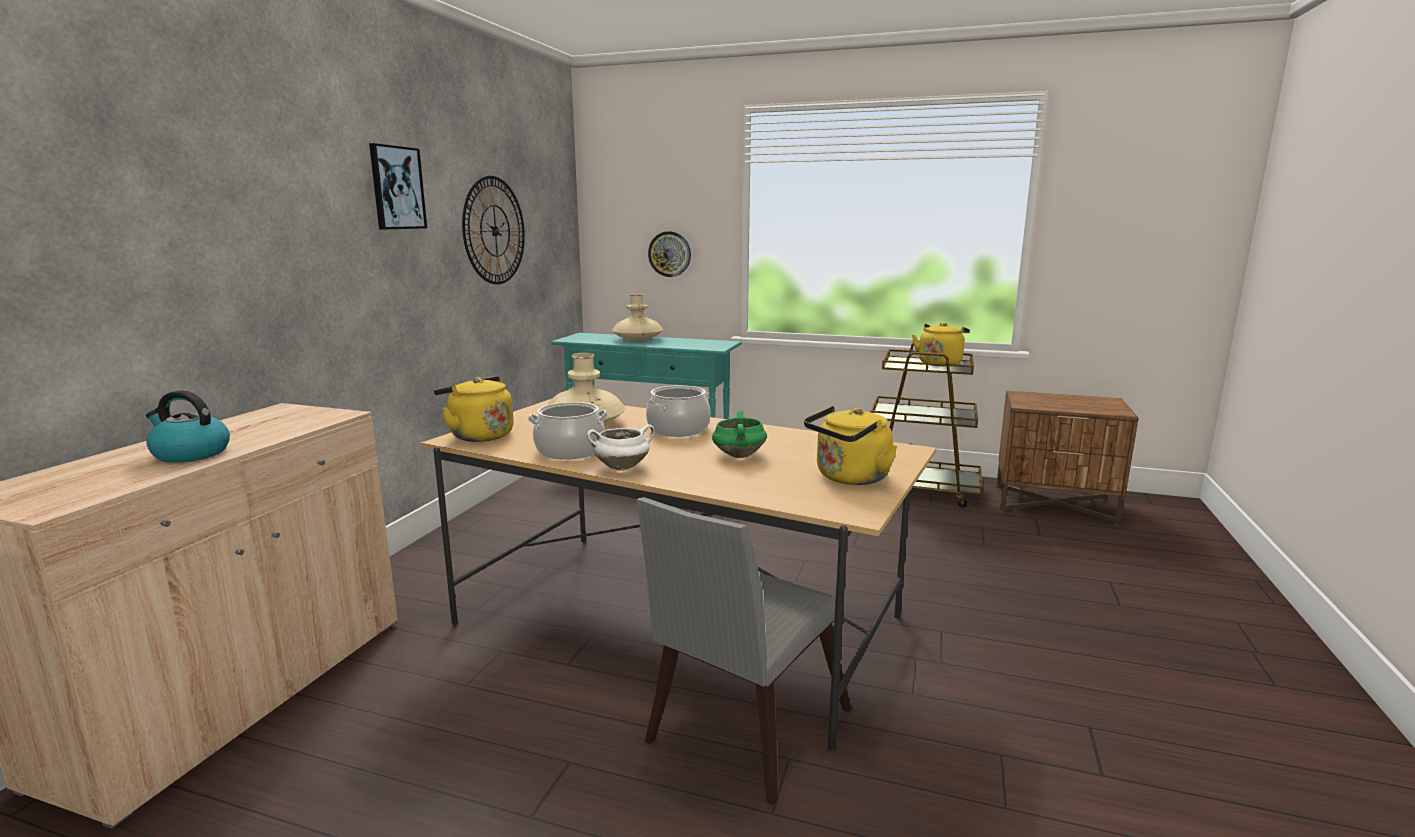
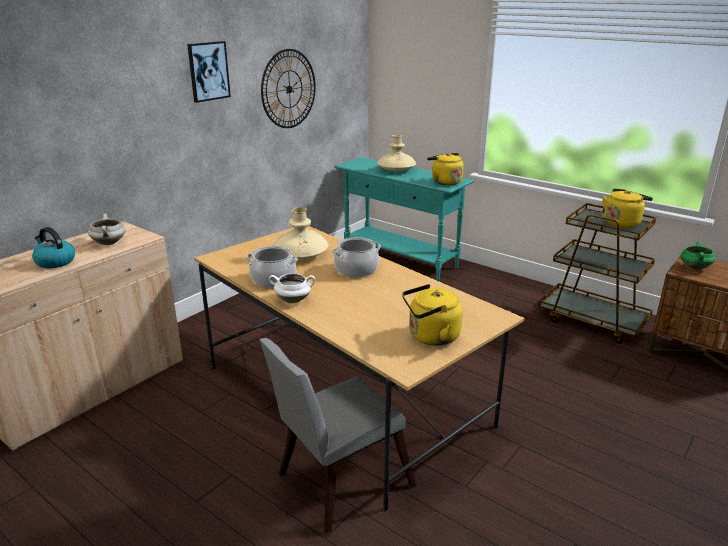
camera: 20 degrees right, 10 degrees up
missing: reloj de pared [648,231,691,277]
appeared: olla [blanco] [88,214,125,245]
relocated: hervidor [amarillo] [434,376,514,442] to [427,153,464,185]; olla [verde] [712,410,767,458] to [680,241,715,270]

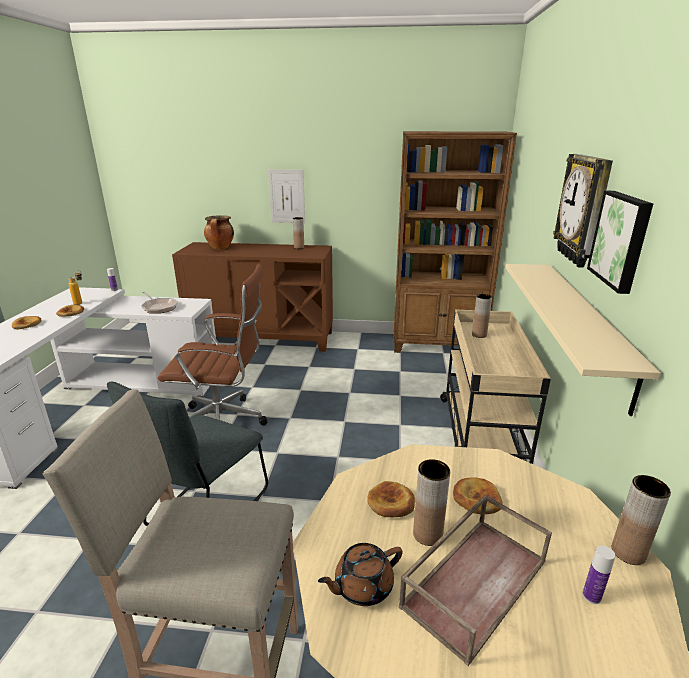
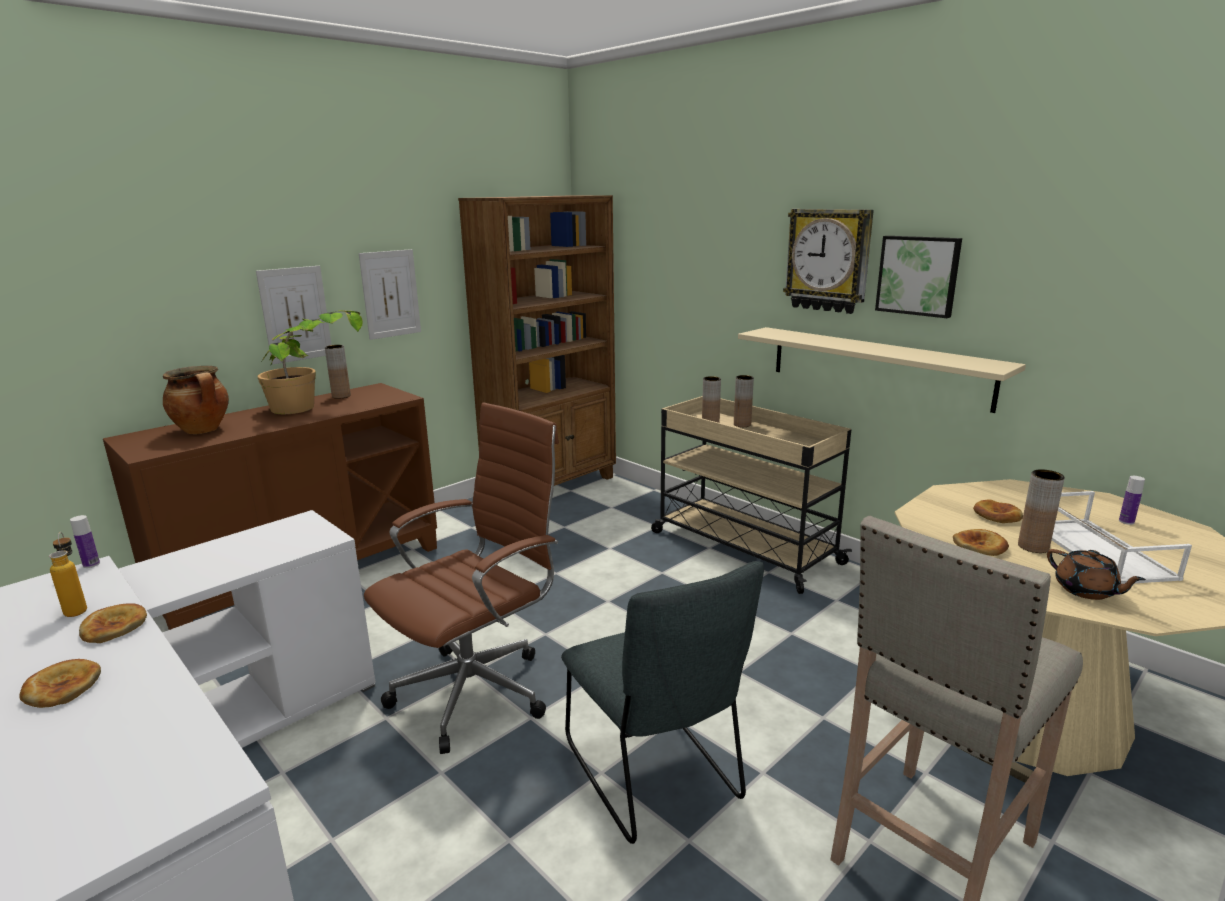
camera: 50 degrees left, 5 degrees down
missing: sartén [141,291,178,314]
appeared: planta en maceta [257,310,363,414]; cuadro [359,249,421,340]
relocated: florero [marrón] [612,475,671,565] to [734,375,754,427]
colour: bandeja [marrón] [399,494,552,666] to bandeja [blanco] [1052,491,1192,584]
spun: tetera [marrón] [318,543,403,606] = [1047,549,1146,600] 45 degrees counterclockwise

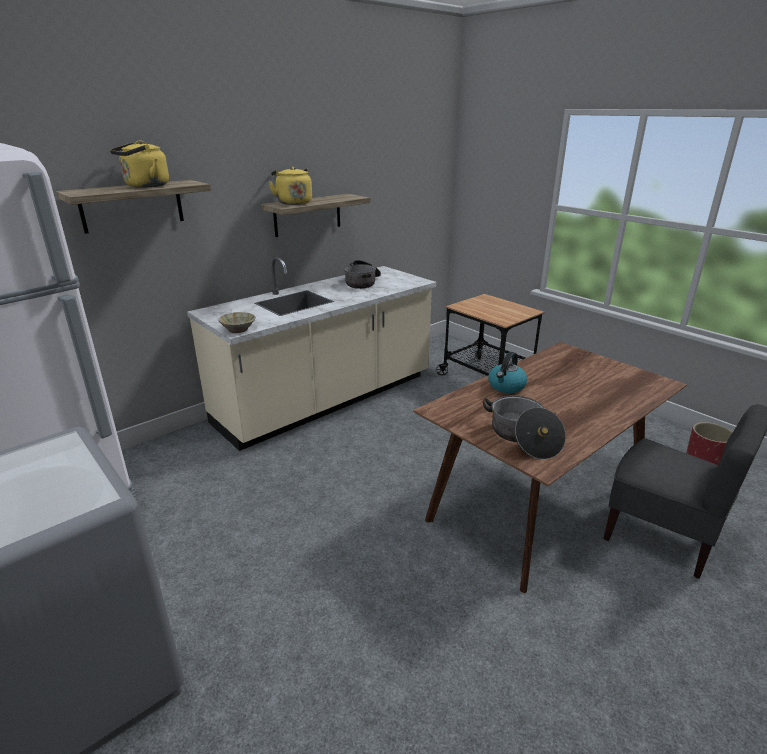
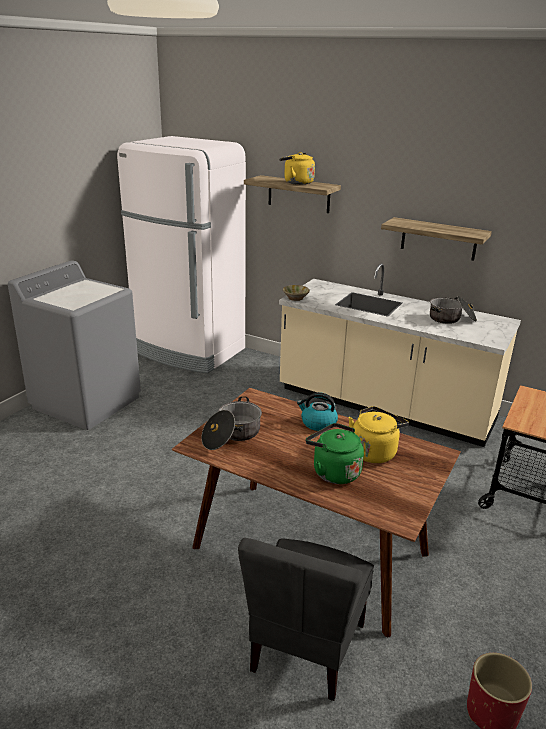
camera: 70 degrees right, 0 degrees up
appeared: hervidor [verde] [306,423,364,484]
relocated: hervidor [amarillo] [268,166,312,205] to [348,406,409,463]

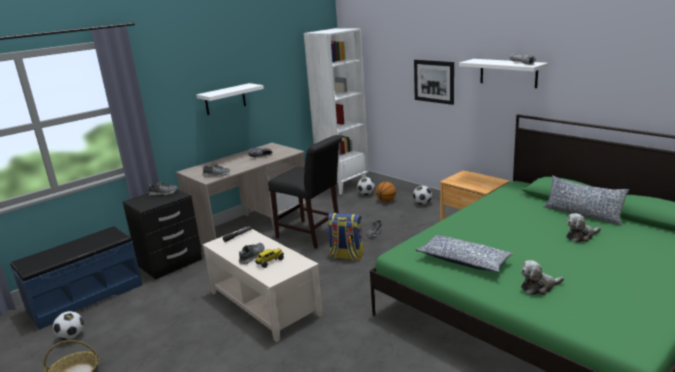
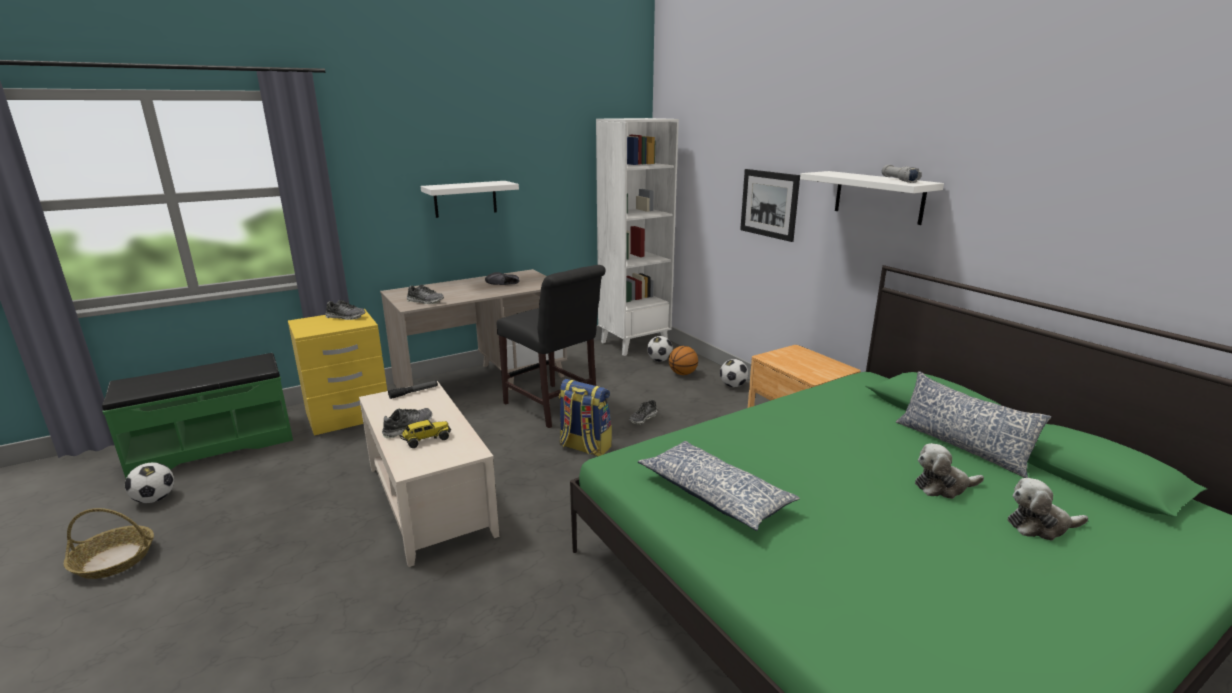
camera: 10 degrees right, 0 degrees up
relocated: peluche [521,260,564,295] to [1008,478,1088,541]
colour: banco [azul] [10,226,143,330] to banco [verde] [102,353,293,478]; mesita de noche [negro] [123,189,202,279] to mesita de noche [amarillo] [288,309,387,436]

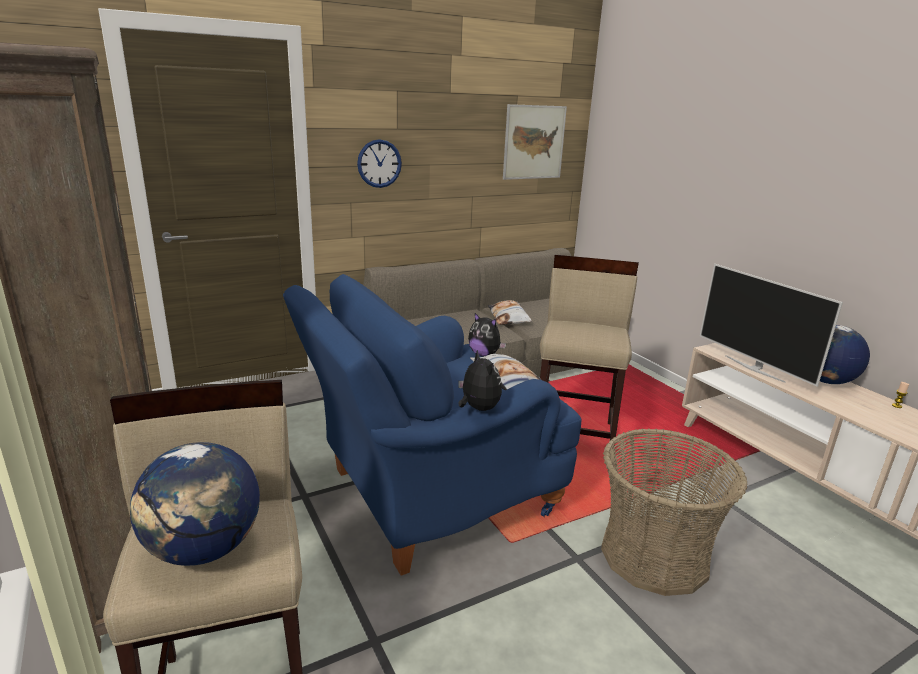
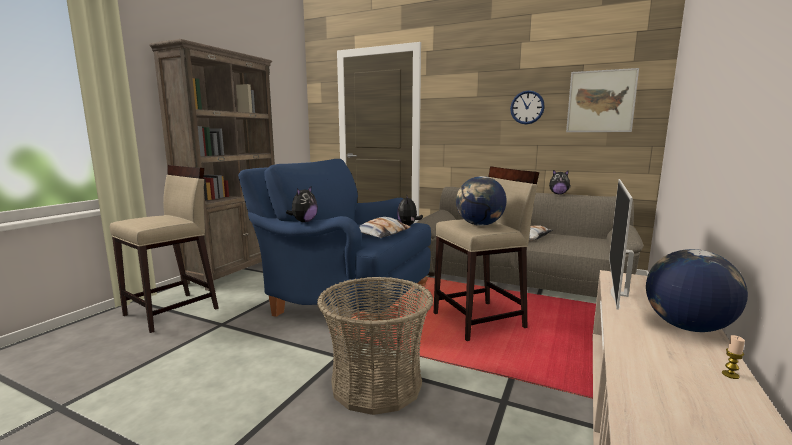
camera: 55 degrees right, 10 degrees down
appeared: peluche [549,170,571,194]
relocated: globo terráqueo [130,442,260,566] to [456,176,507,226]; reloj de pared [357,139,402,188] to [510,90,545,124]

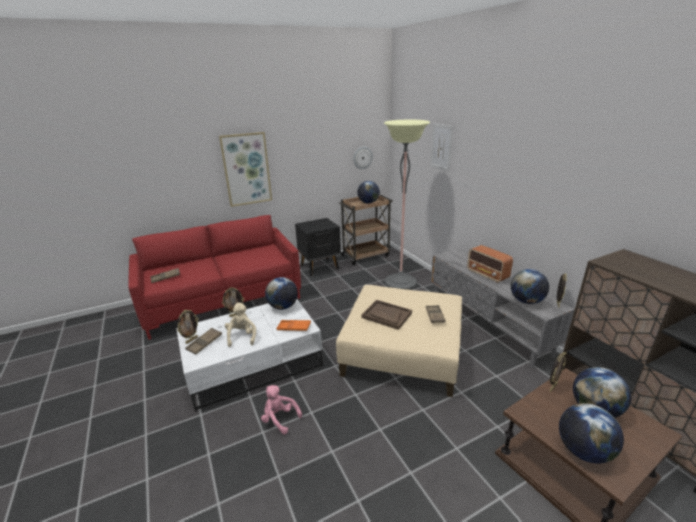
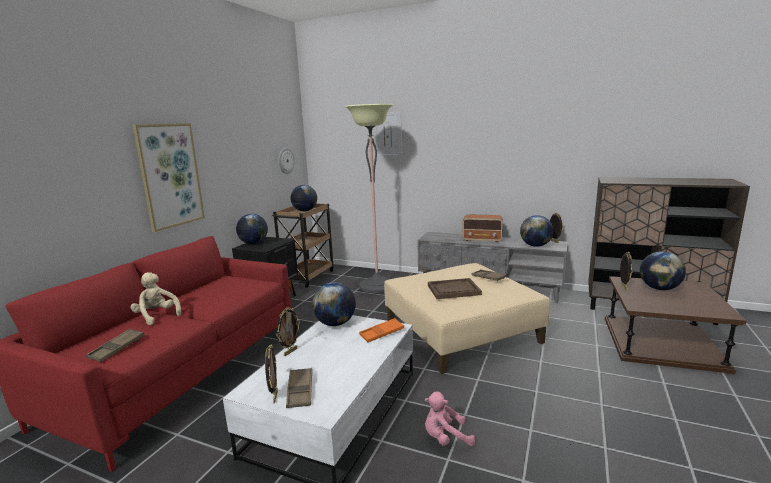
camera: 40 degrees left, 10 degrees down
relocated: peluche [beis] [225,303,256,347] to [131,272,181,325]; globo terráqueo [559,403,624,464] to [236,214,268,244]

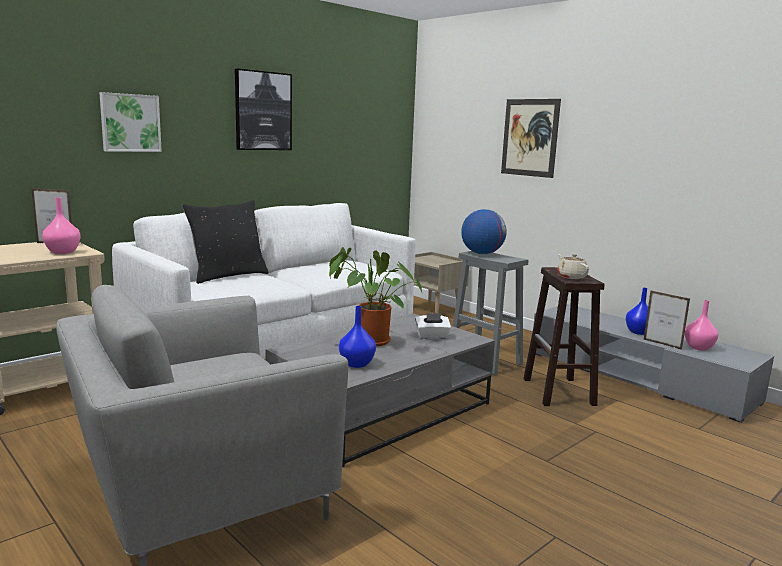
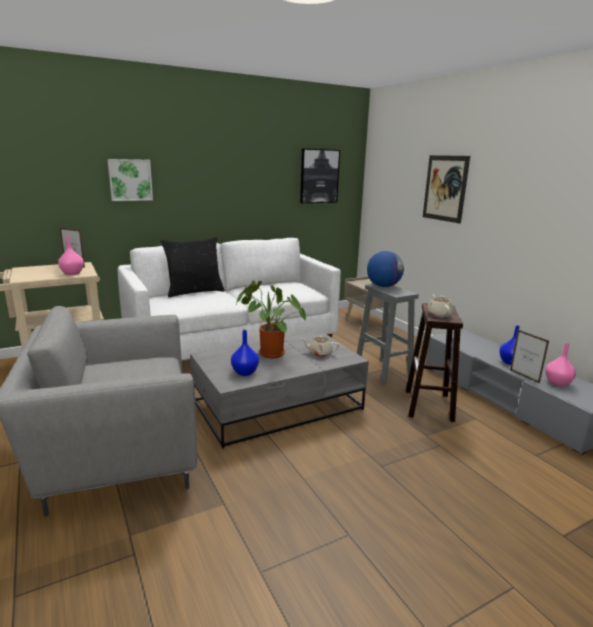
camera: 15 degrees right, 5 degrees up
relocated: cuadro [235,69,292,150] to [300,149,340,203]
exchanged: caja de pañuelos [blanco] [415,313,451,339] to tetera [beis] [301,336,339,357]

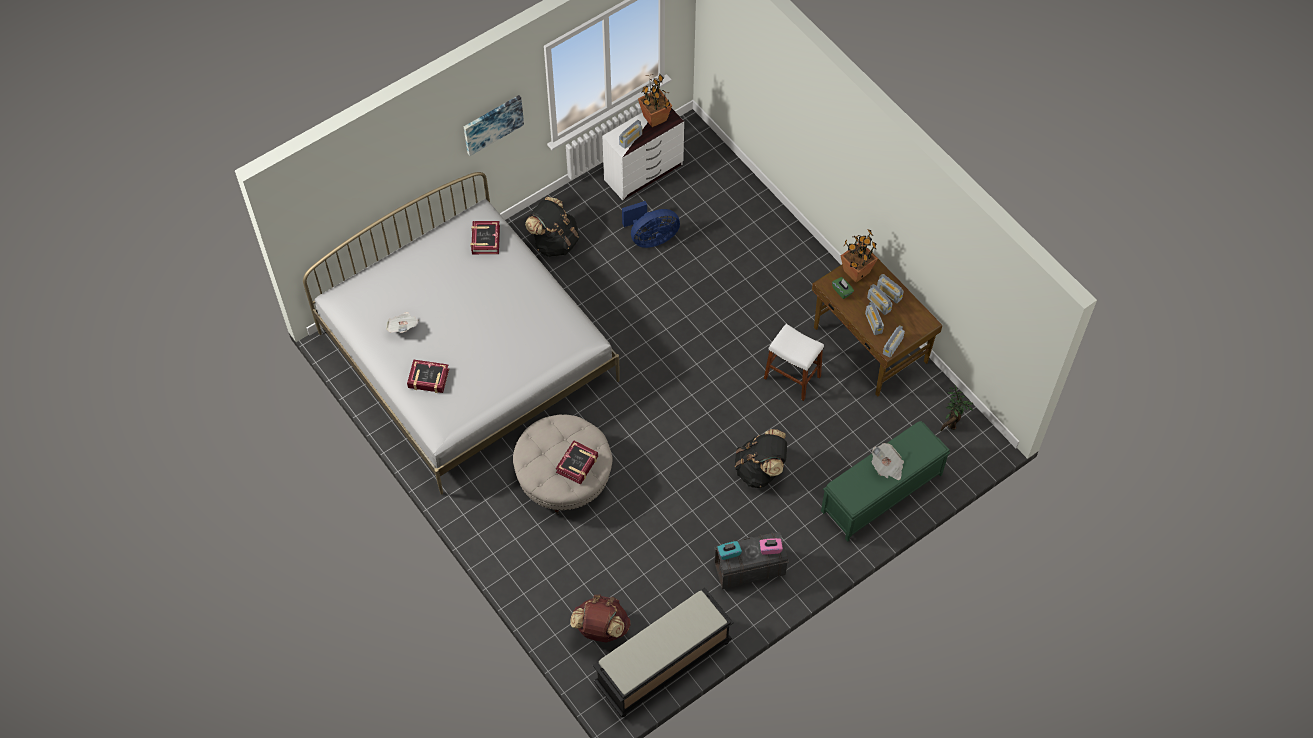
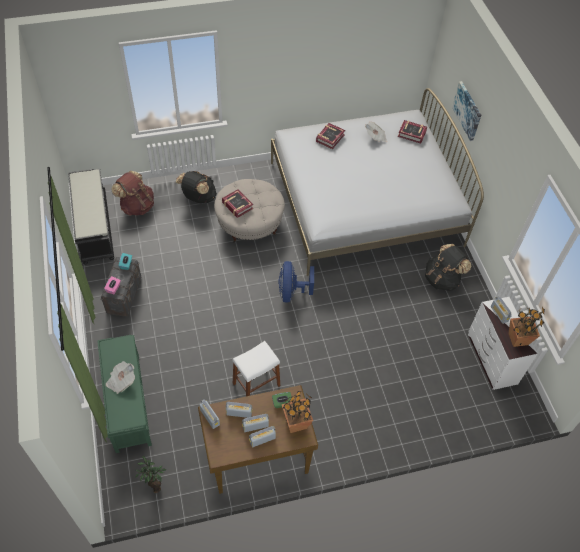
camera: 110 degrees right, 5 degrees down
relocated: cuadro [464,95,524,156] to [452,81,481,141]; libro [471,221,500,254] to [398,120,427,144]; ventilador [azul] [622,201,680,248] to [278,261,314,303]; mochila [negro] [735,429,787,488] to [176,171,217,204]

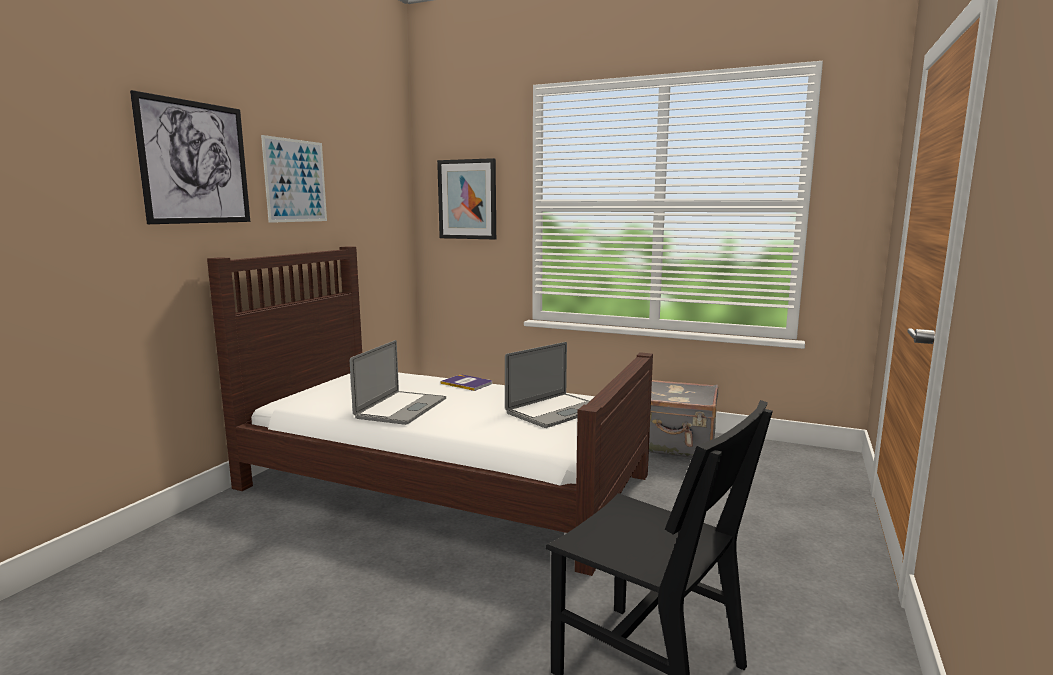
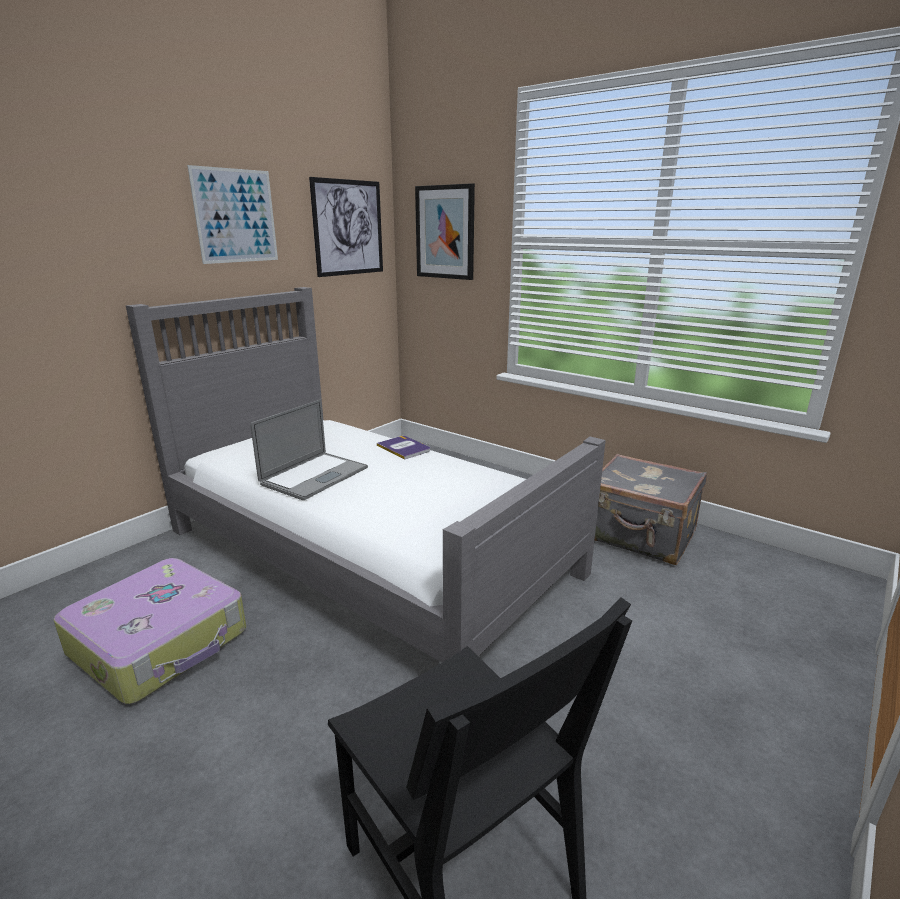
camera: 15 degrees right, 10 degrees up
missing: portátil [505,342,590,428]
appeared: maleta [54,558,246,704]
relocated: cuadro [130,90,250,224] to [309,177,383,277]
colour: cama [marrón] [207,246,653,576] to cama [gris] [126,287,606,662]

